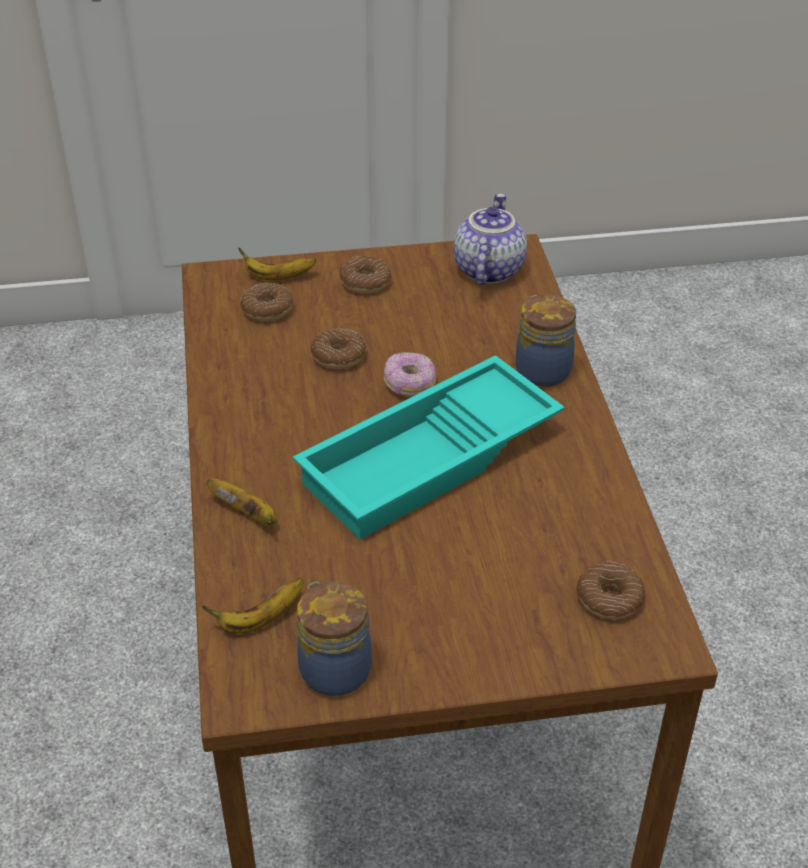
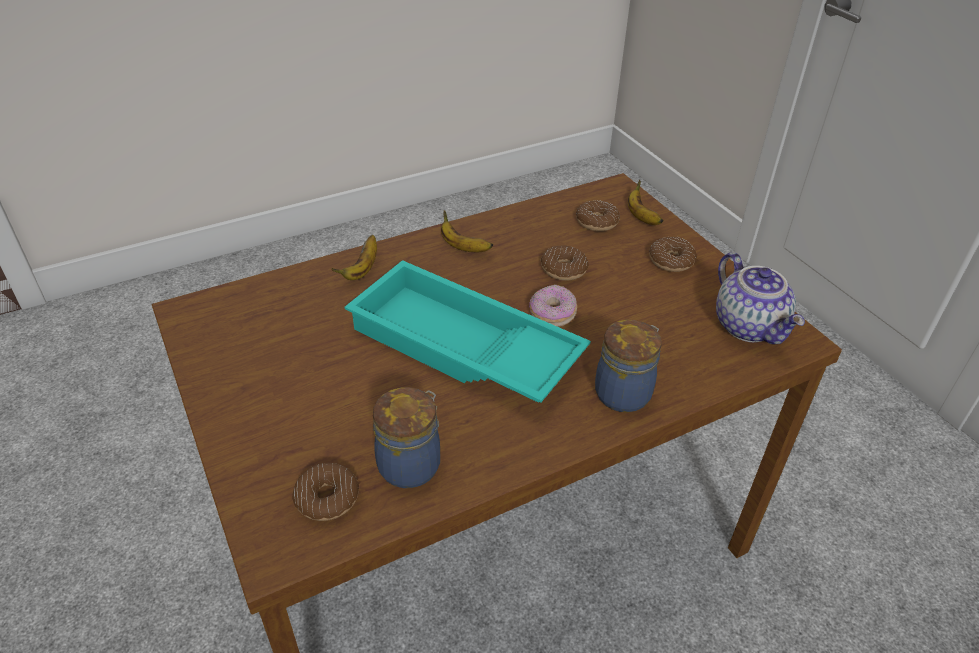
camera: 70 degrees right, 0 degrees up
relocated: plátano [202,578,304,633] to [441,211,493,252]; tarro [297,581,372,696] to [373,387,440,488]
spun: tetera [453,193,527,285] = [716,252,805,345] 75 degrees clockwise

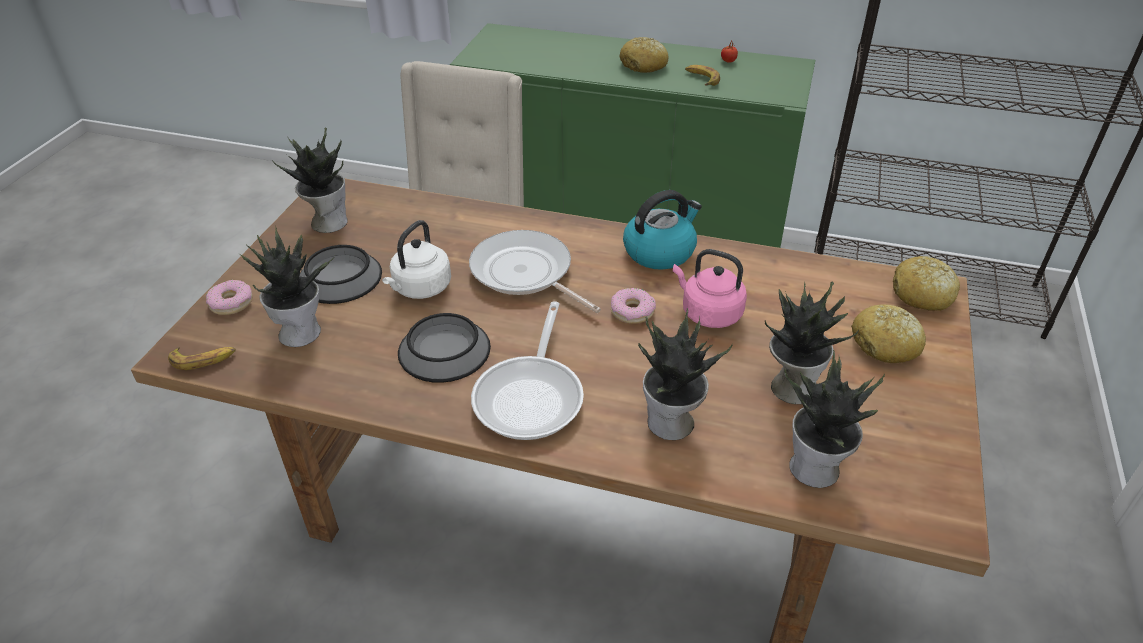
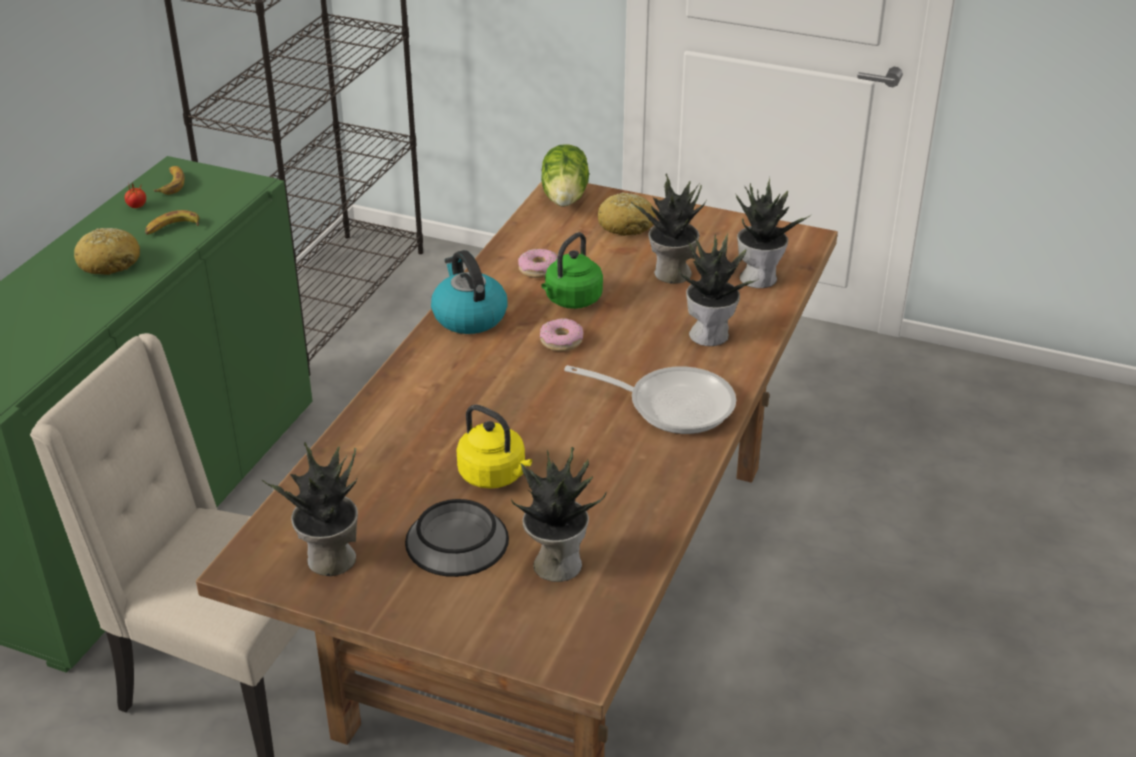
camera: 85 degrees left, 5 degrees down
missing: cuenco [398,313,491,383]; sartén [469,230,601,313]
relocated: plátano [168,347,236,370] to [154,166,185,195]; rosquilla [206,280,252,315] to [518,249,558,278]
exchanged: pan [893,256,960,311] to lechuga [541,144,589,207]
colour: hervidor [blanco] [382,220,451,299] to hervidor [amarillo] [456,405,532,489]; hervidor [rosa] [673,249,747,328] to hervidor [verde] [541,232,603,309]

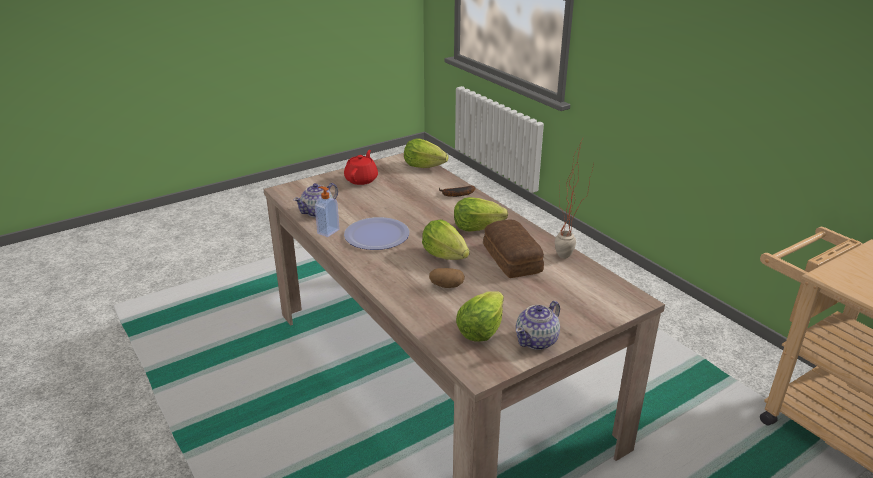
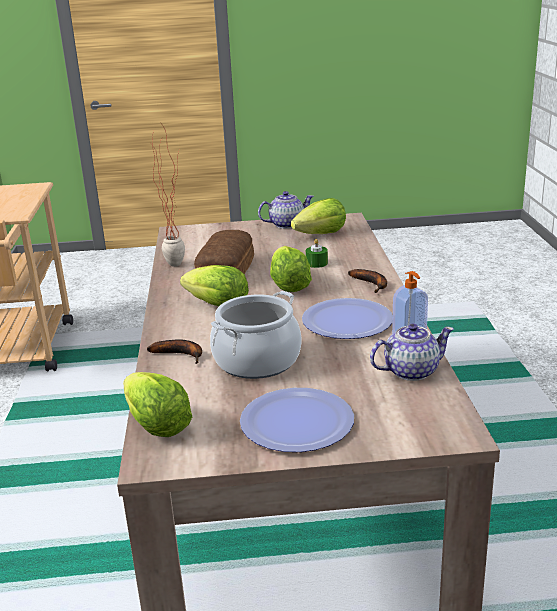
camera: 150 degrees left, 5 degrees down
appeared: olla [210,291,301,379]; plátano [348,269,387,293]
exchanged: tetera [rojo] [344,150,378,185] to plato [240,388,354,452]; patata [429,268,465,288] to vela [verde] [306,239,328,268]

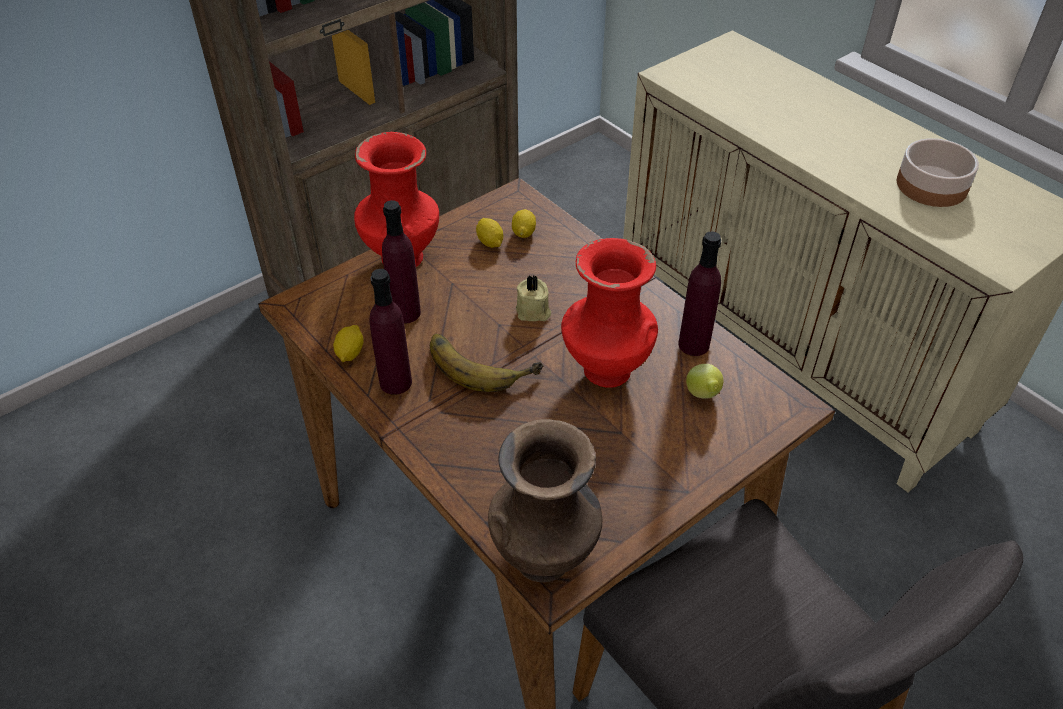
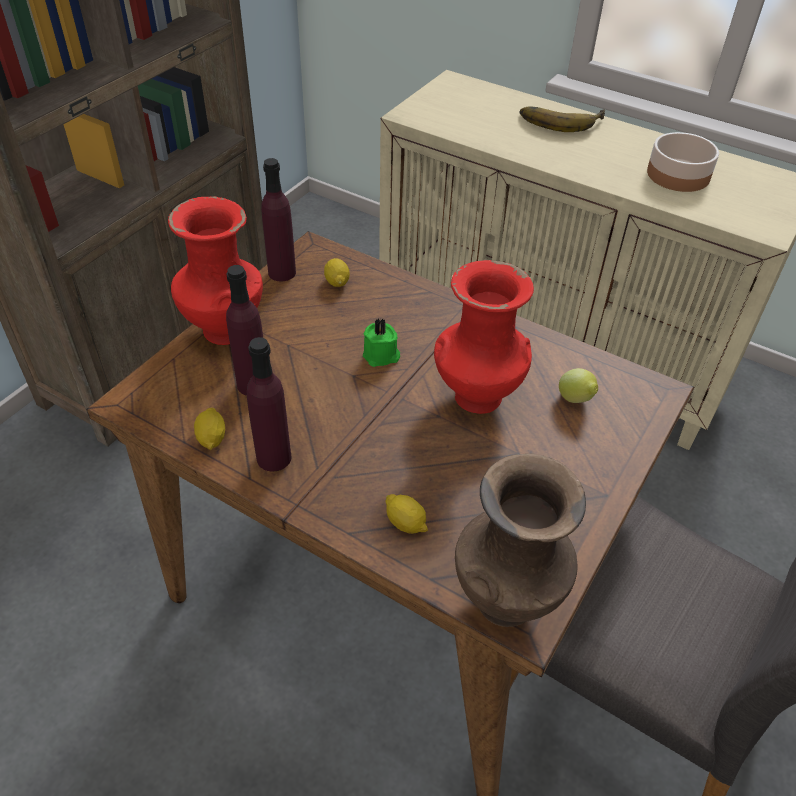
camera: 20 degrees left, 0 degrees up
relocated: plátano [430,334,543,392] to [519,106,605,132]; limón [476,218,503,248] to [386,494,428,534]; botella [morado] [678,231,721,356] to [261,158,296,281]
colour: vela [beis] [516,275,551,321] to vela [verde] [363,319,400,367]

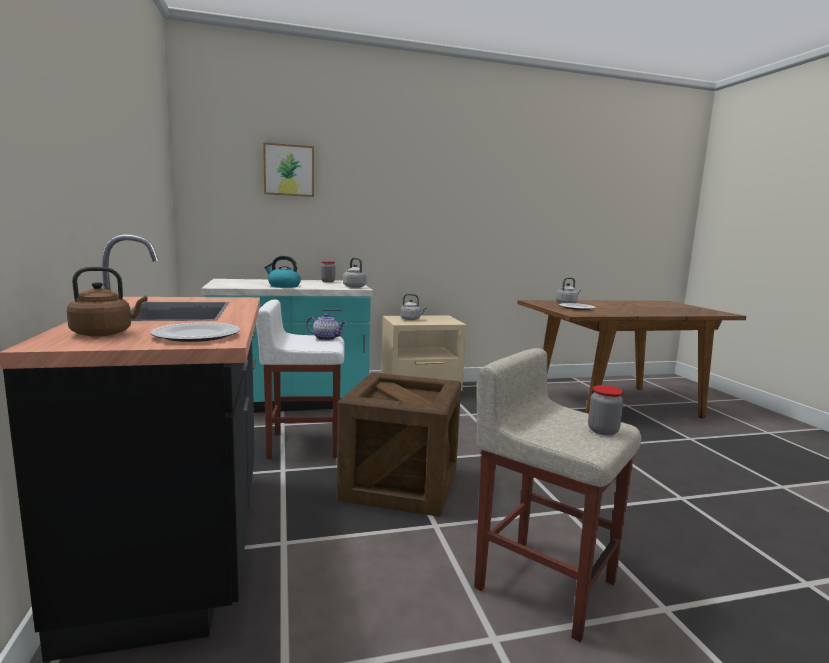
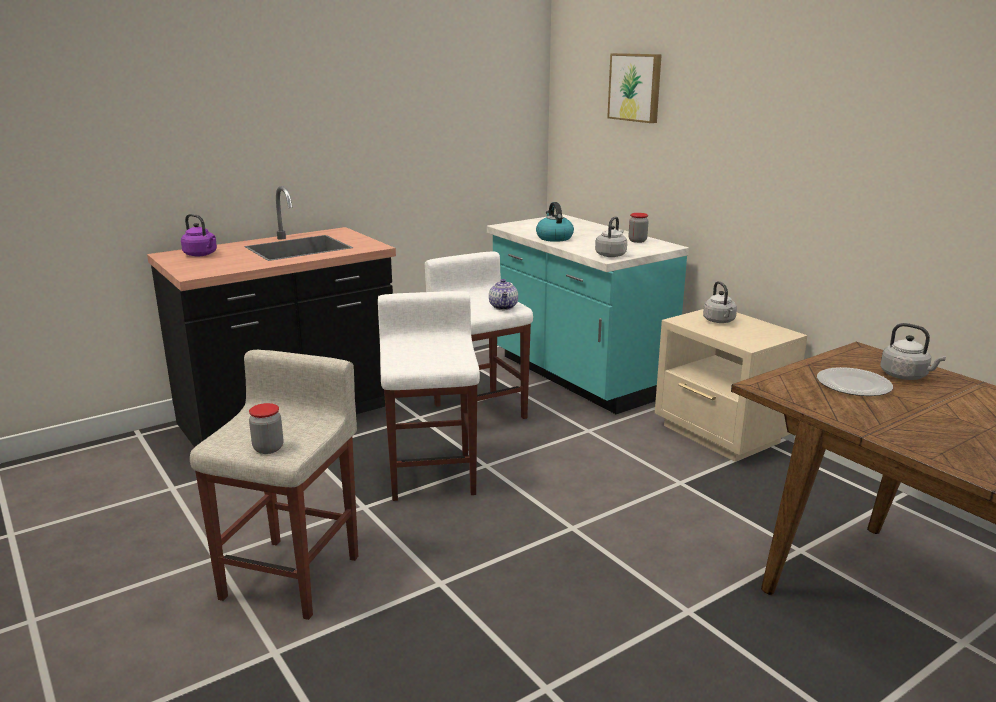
camera: 70 degrees right, 10 degrees up
missing: plato [150,322,240,342]
exchanged: caja de embalaje [337,372,461,517] to taburete [blanco] [378,291,480,501]
colour: hervidor [marrón] [67,267,148,337] to hervidor [morado] [181,214,217,256]

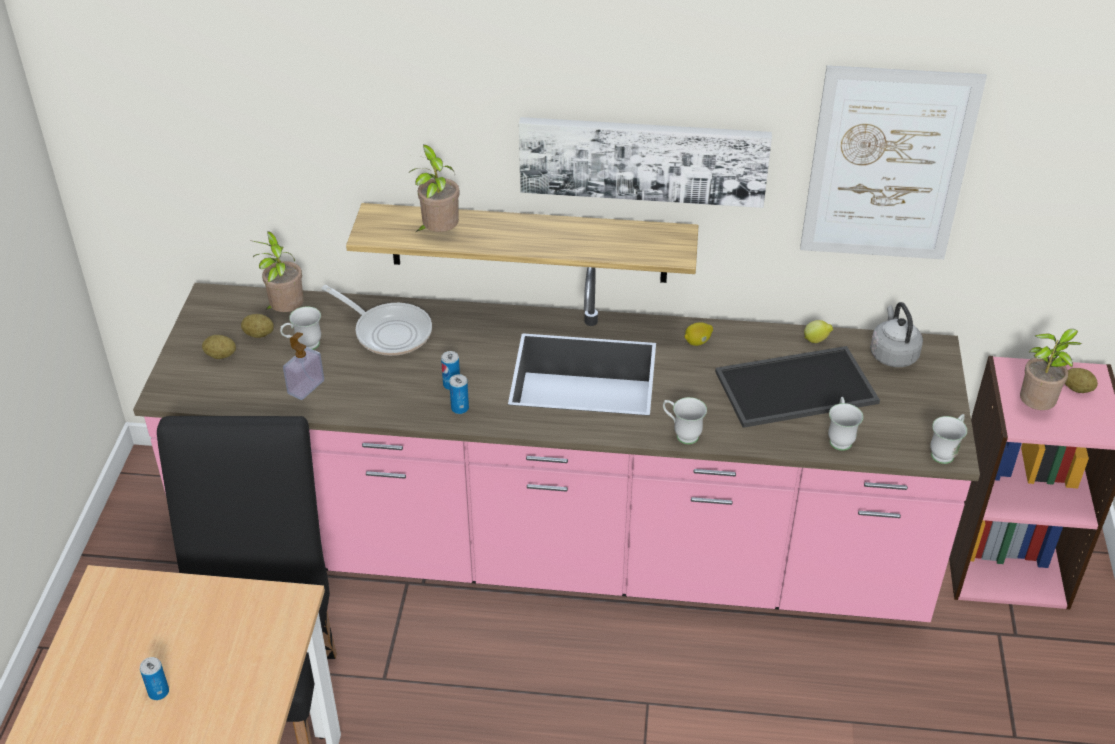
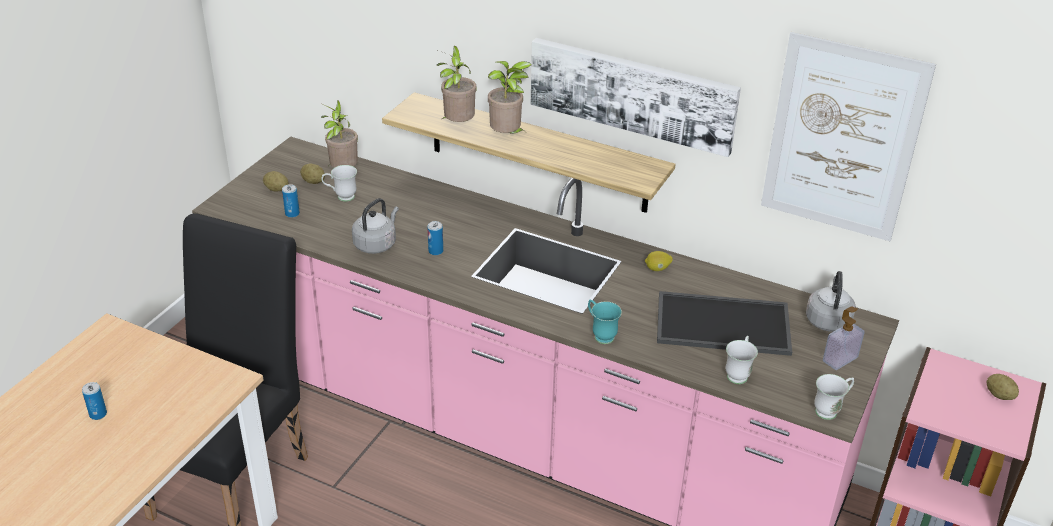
camera: 20 degrees right, 5 degrees down
missing: sartén [321,285,432,356]; limón [804,320,833,343]
appeared: hervidor [gris] [352,198,399,254]
relocated: dispensador de jabón [283,332,324,400] to [823,307,865,370]; lata [449,374,469,414] to [282,184,300,218]; planta en maceta [1020,329,1082,410] to [488,61,532,134]
colour: taza grande [blanco] [663,397,707,444] to taza grande [turquesa] [588,300,622,344]

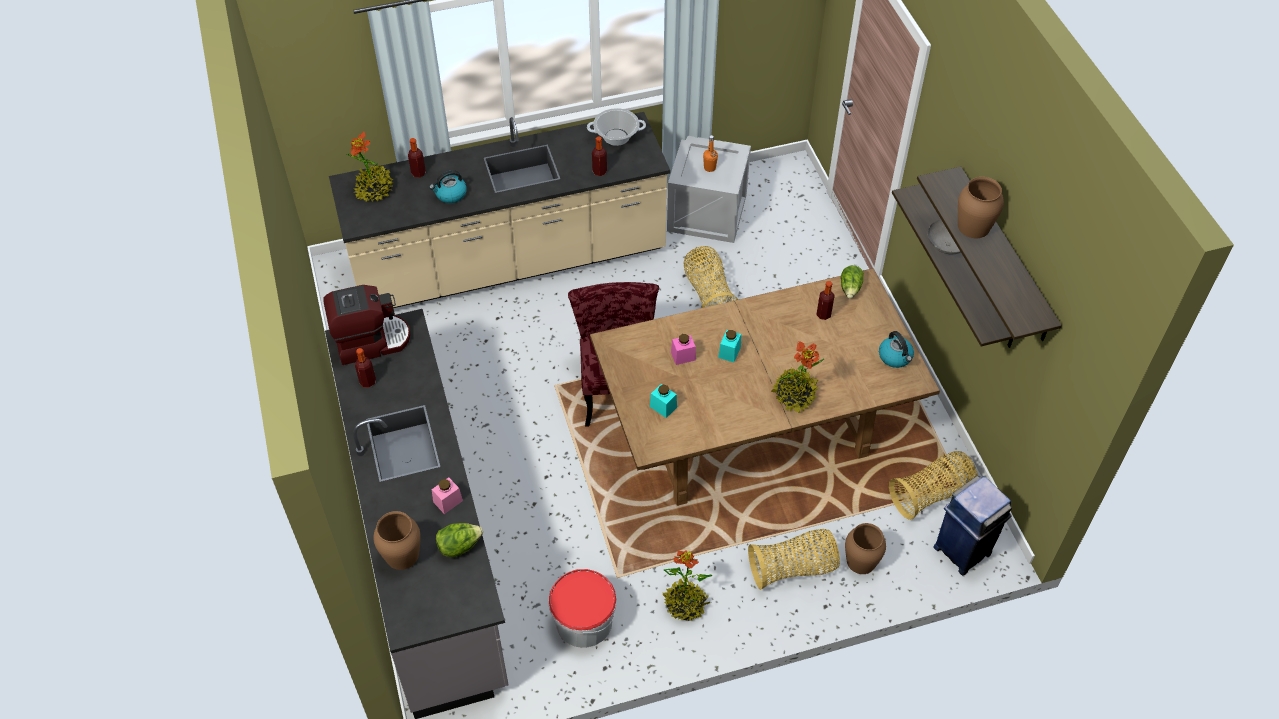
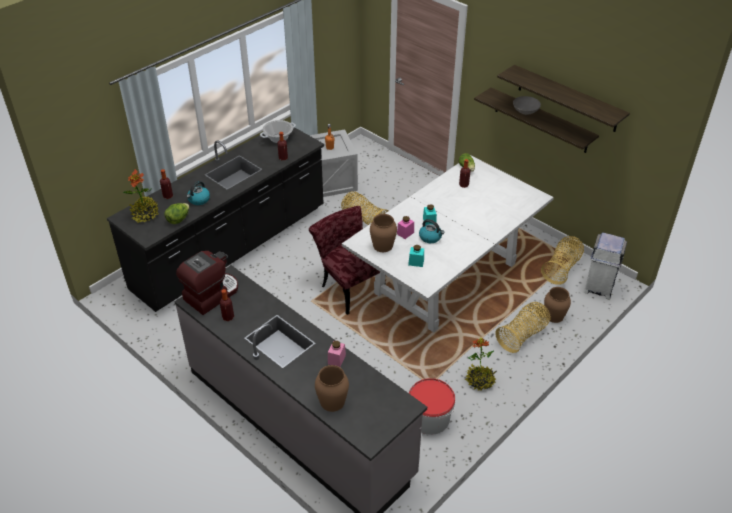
camera: 30 degrees left, 10 degrees down
missing: planta en maceta [771,341,824,414]
relocated: lechuga [436,523,483,557] to [164,203,190,224]; hervidor [879,331,914,368] to [419,219,444,243]; florero [marrón] [958,177,1004,238] to [370,214,397,252]
colour: mueble bajo de cocina [beis] [329,112,670,308] to mueble bajo de cocina [negro] [107,128,324,312]; mesa de comedor [marrón] [590,268,940,506] to mesa de comedor [blanco] [342,155,554,333]; papelera [azul] [933,476,1012,575] to papelera [blanco] [584,232,627,300]

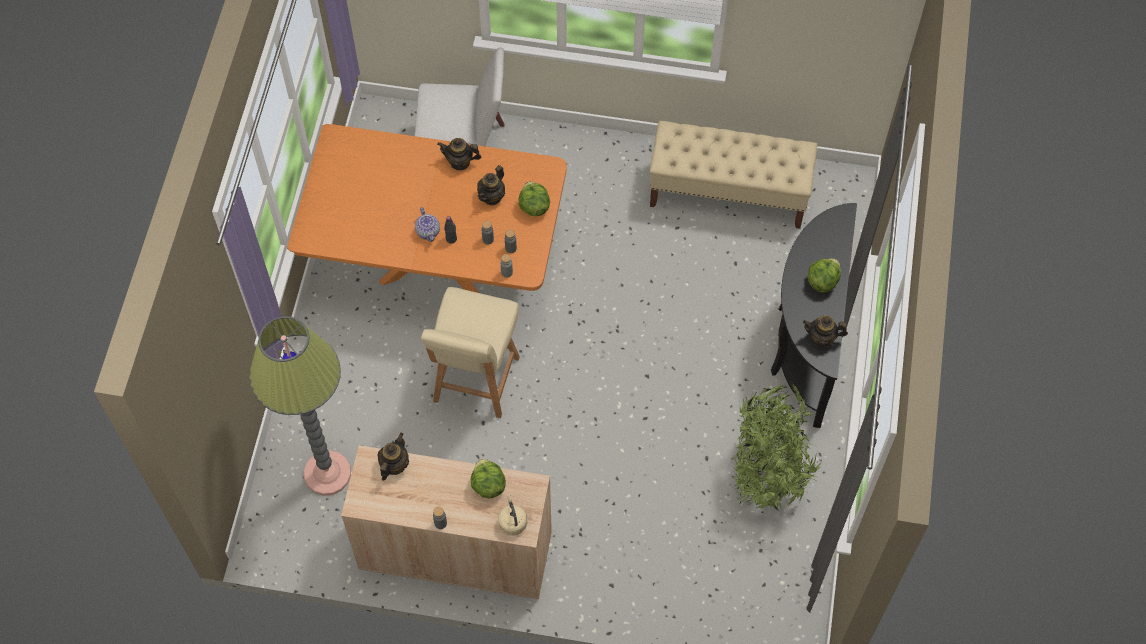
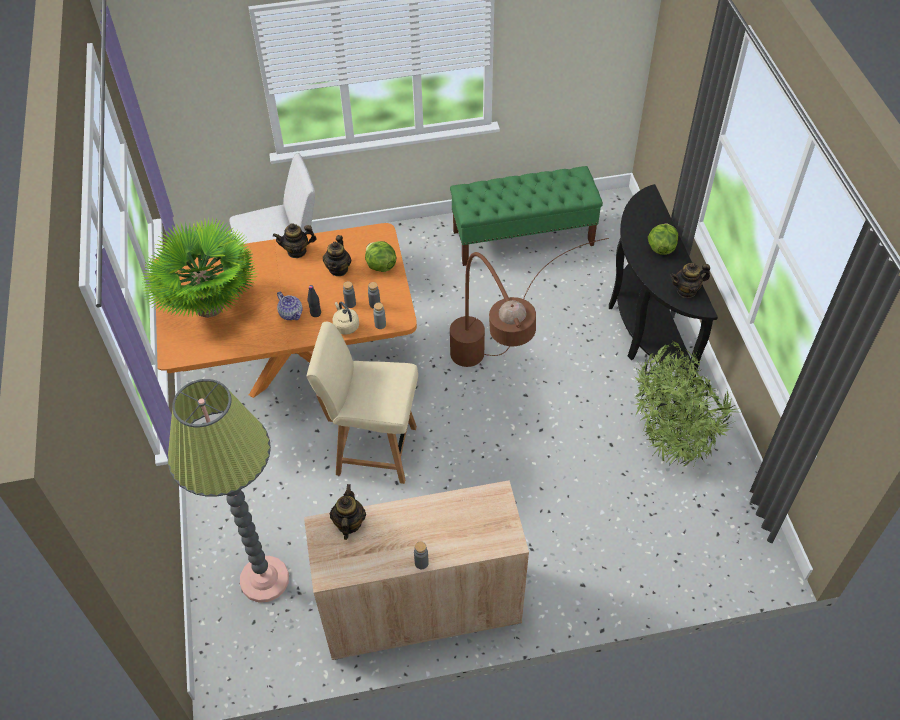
camera: 20 degrees left, 10 degrees down
missing: lechuga [471,458,506,498]
appeared: planta en maceta [141,218,259,318]; lámpara de pie [marrón] [450,238,609,367]
relocated: hervidor [beis] [498,495,527,535] to [332,302,359,335]
colour: banco [beis] [649,121,817,229] to banco [verde] [450,166,603,266]
spun: silla [beis] [421,287,520,418] = [307,322,418,484] 105 degrees clockwise

